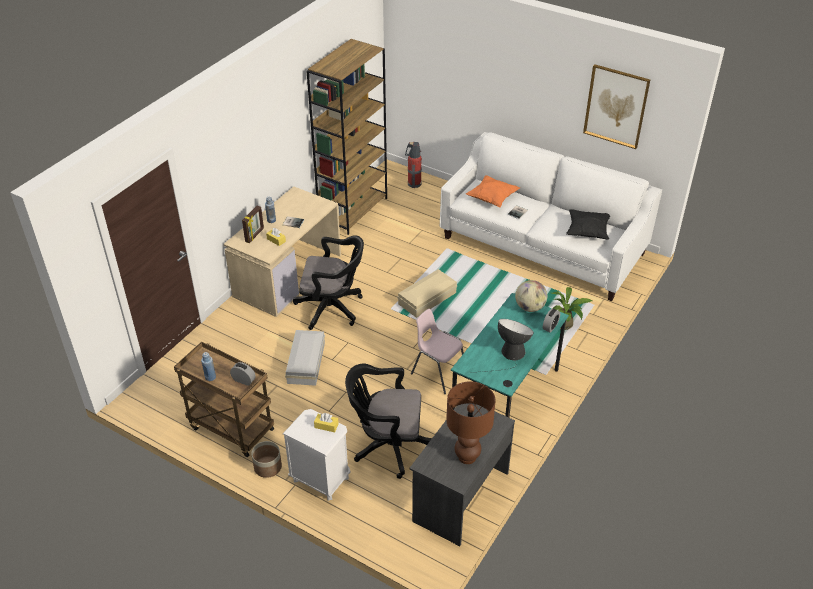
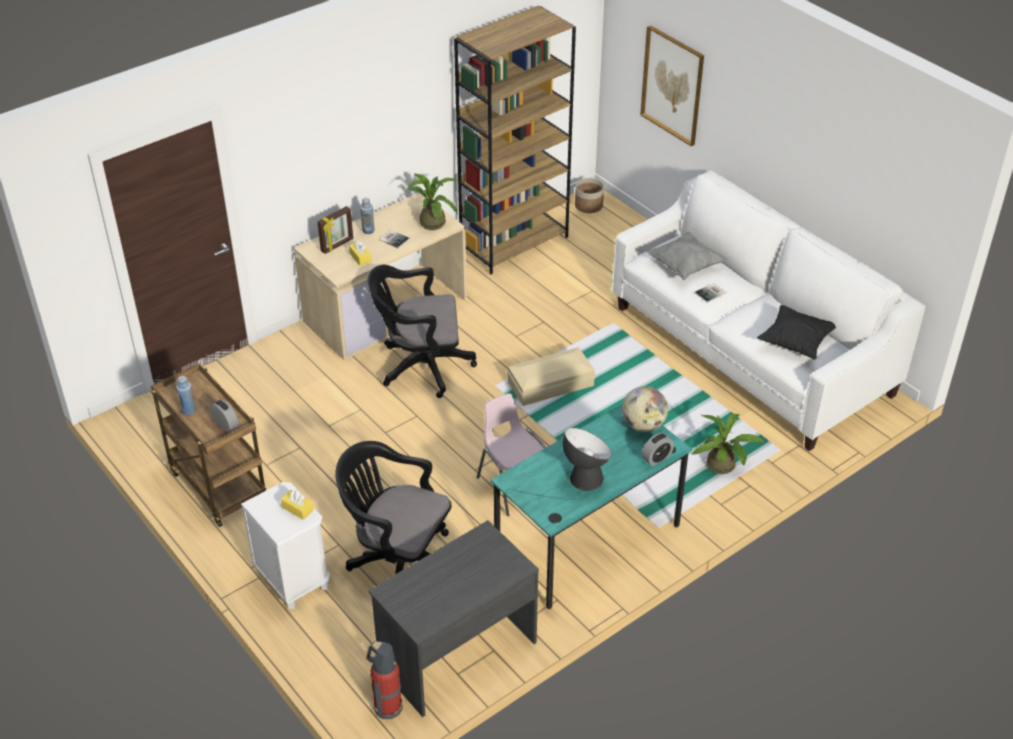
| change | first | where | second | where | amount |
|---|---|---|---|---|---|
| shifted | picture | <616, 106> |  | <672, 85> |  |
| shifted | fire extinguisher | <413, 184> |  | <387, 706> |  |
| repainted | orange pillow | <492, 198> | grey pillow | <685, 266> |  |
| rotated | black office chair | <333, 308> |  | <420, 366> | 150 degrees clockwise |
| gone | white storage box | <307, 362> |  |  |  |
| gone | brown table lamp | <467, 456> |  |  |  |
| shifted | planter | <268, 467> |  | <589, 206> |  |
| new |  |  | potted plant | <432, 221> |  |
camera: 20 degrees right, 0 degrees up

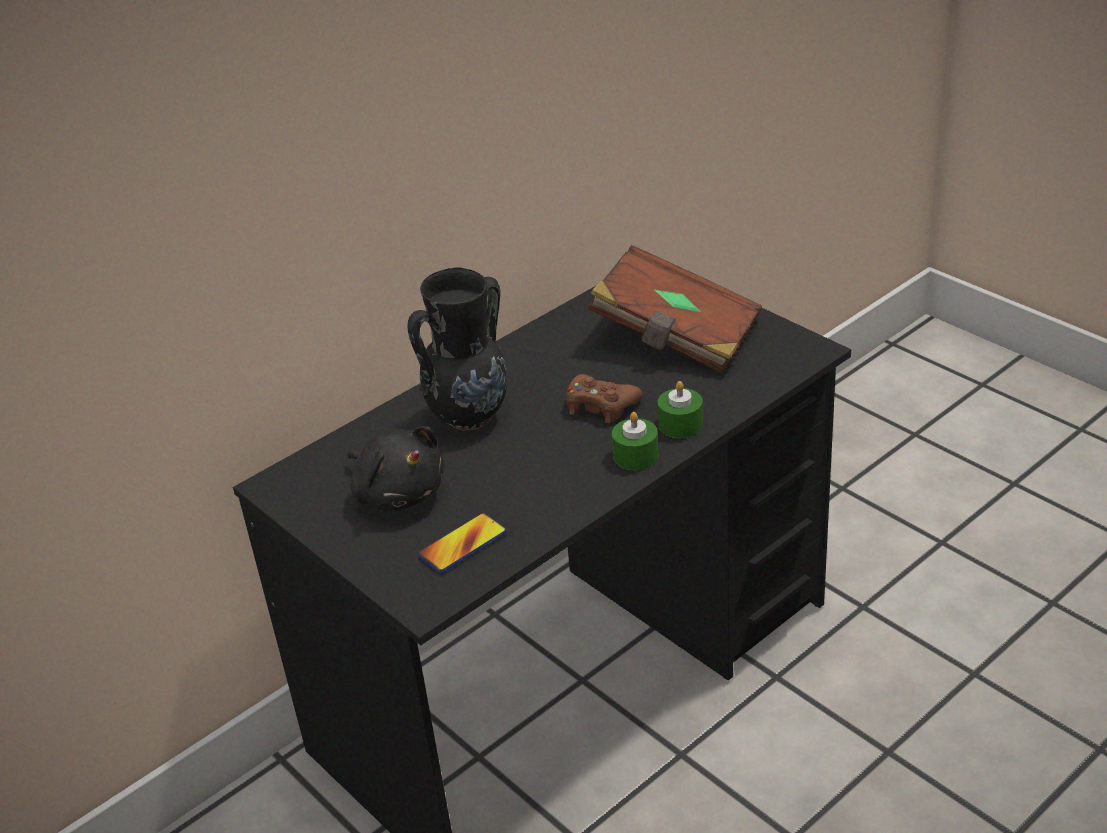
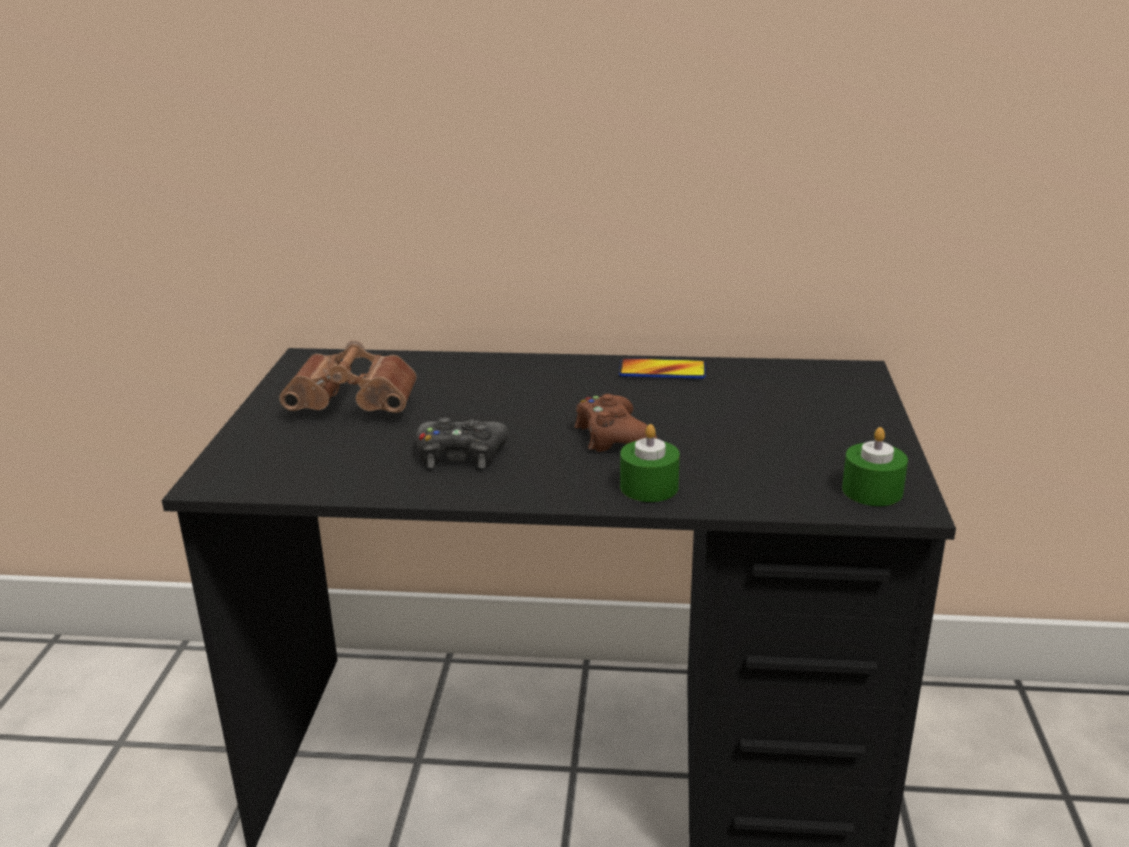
| change | first | where | second | where | amount |
|---|---|---|---|---|---|
| gone | brown book | <675, 336> |  |  |  |
| gone | black vase | <470, 417> |  |  |  |
| shifted | green candle | <635, 455> |  | <872, 490> |  |
| swapped | black plush toy | <398, 492> | brown binoculars | <357, 406> |  |
| shifted | phone | <462, 544> |  | <662, 371> |  |
| new |  |  | black game controller | <460, 454> |  |
camera: 45 degrees right, 10 degrees down

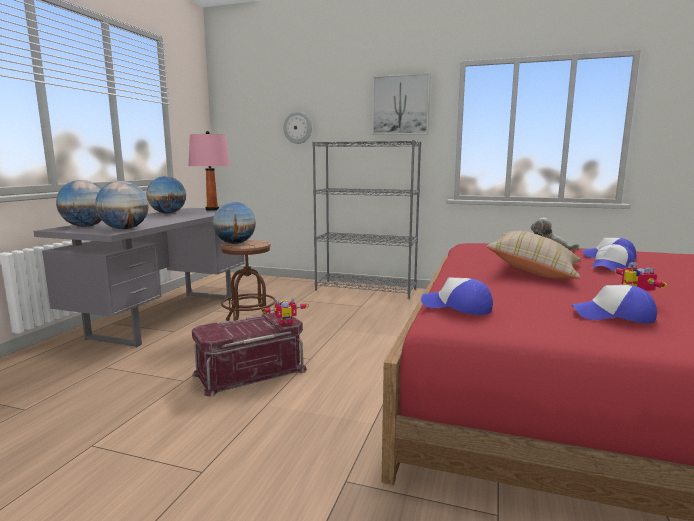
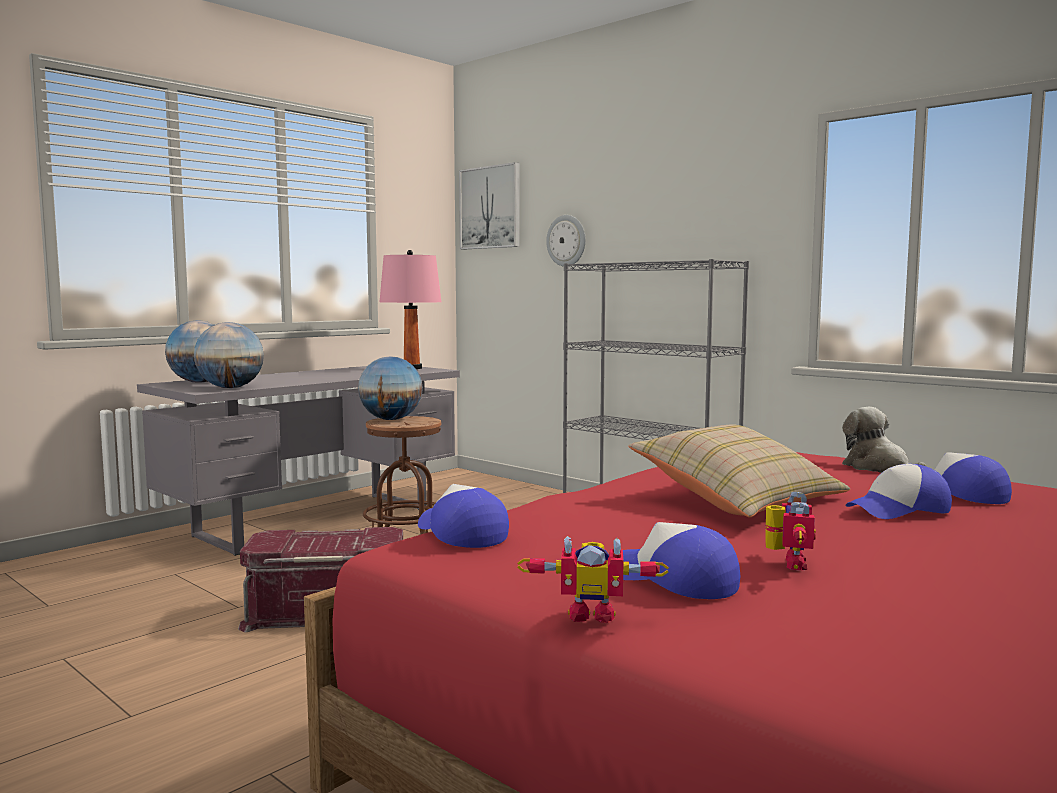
| change | first | where | second | where | amount |
|---|---|---|---|---|---|
| shifted | picture | <400, 105> |  | <490, 207> |  |
| gone | globe | <167, 213> |  |  |  |
| shifted | toy robot | <285, 323> |  | <591, 614> |  |
camera: 25 degrees right, 5 degrees down

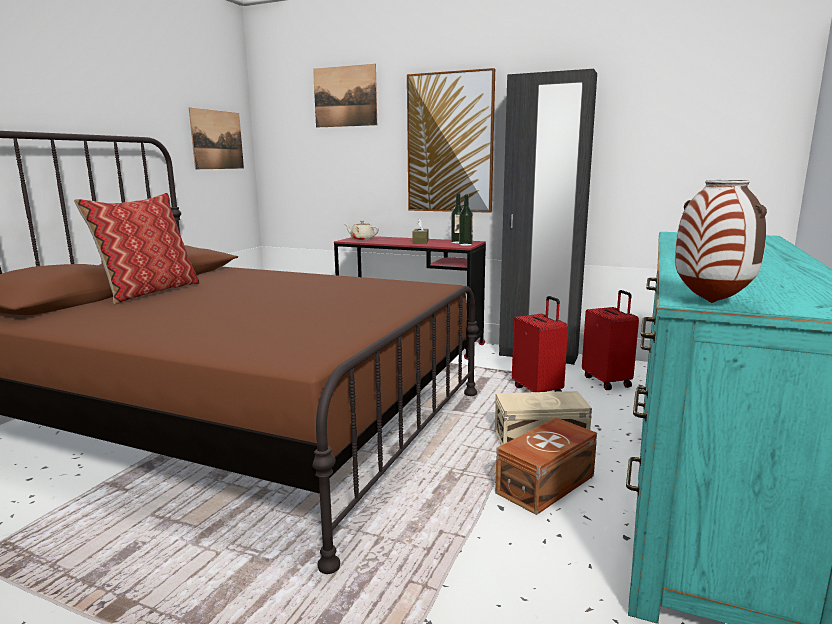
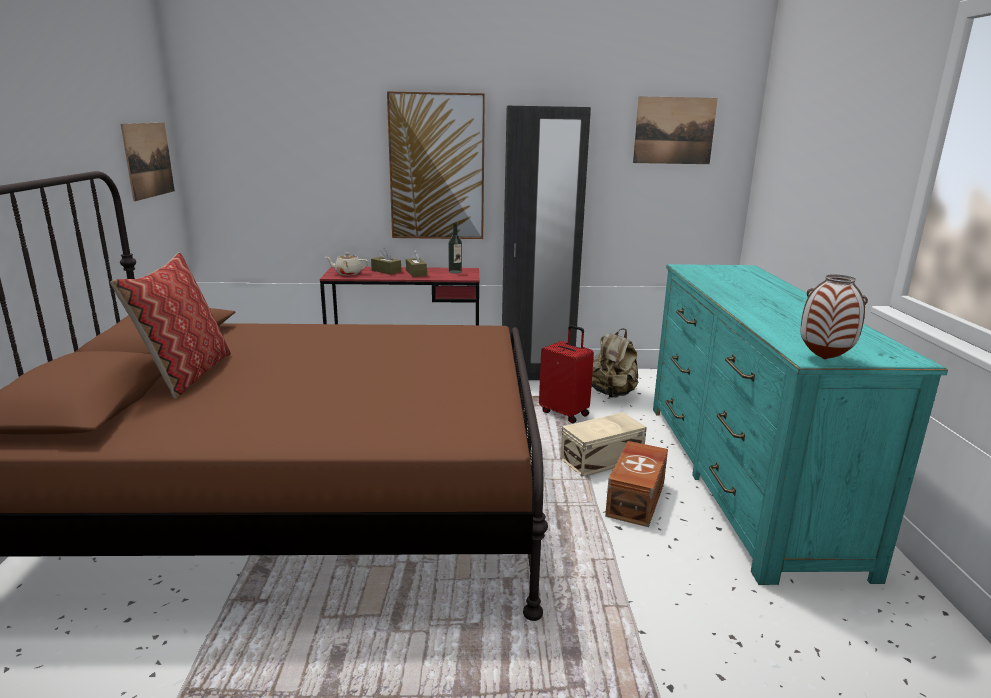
| change | first | where | second | where | amount |
|---|---|---|---|---|---|
| shifted | picture | <345, 96> |  | <674, 130> |  |
| gone | bottle | <465, 244> |  |  |  |
| swapped | red suitcase | <607, 381> | beige backpack | <612, 393> |  |
| new |  |  | brown tissue box | <386, 271> |  |
camera: 25 degrees left, 5 degrees up

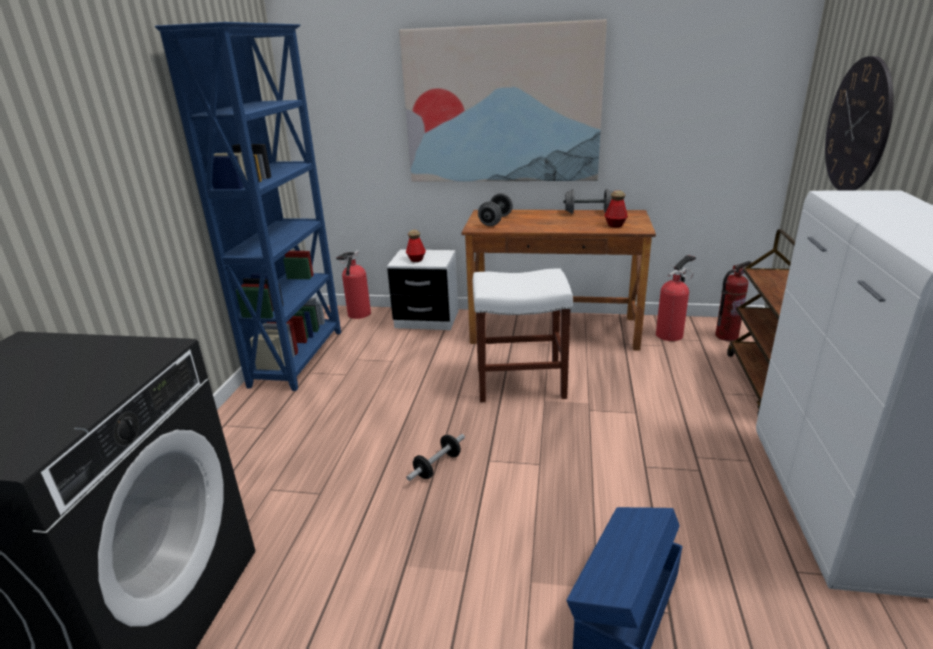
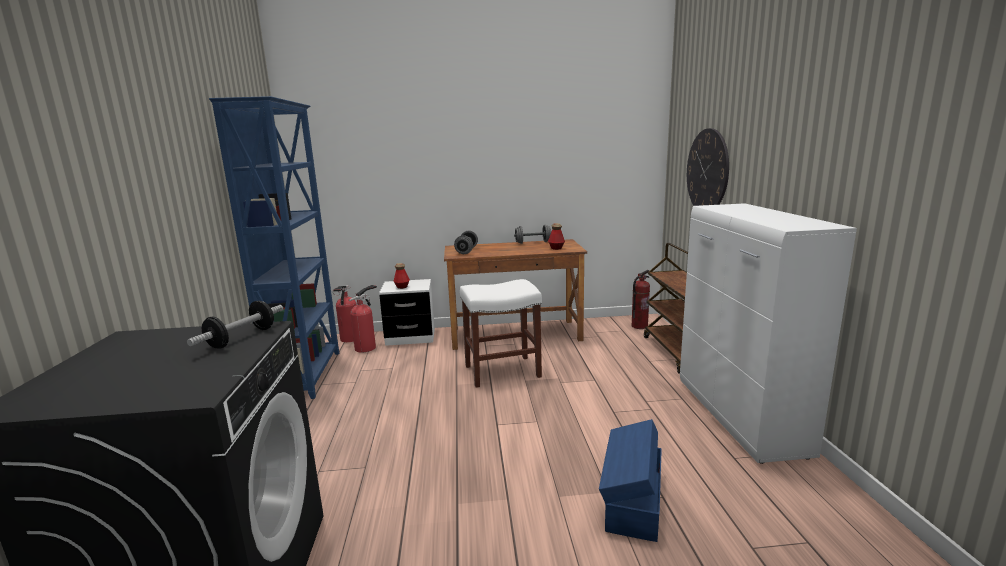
| change | first | where | second | where | amount |
|---|---|---|---|---|---|
| gone | picture | <501, 106> |  |  |  |
| shifted | fire extinguisher | <671, 334> |  | <367, 347> |  |
| shifted | dumbbell | <437, 466> |  | <242, 338> |  |
camera: 15 degrees left, 10 degrees down

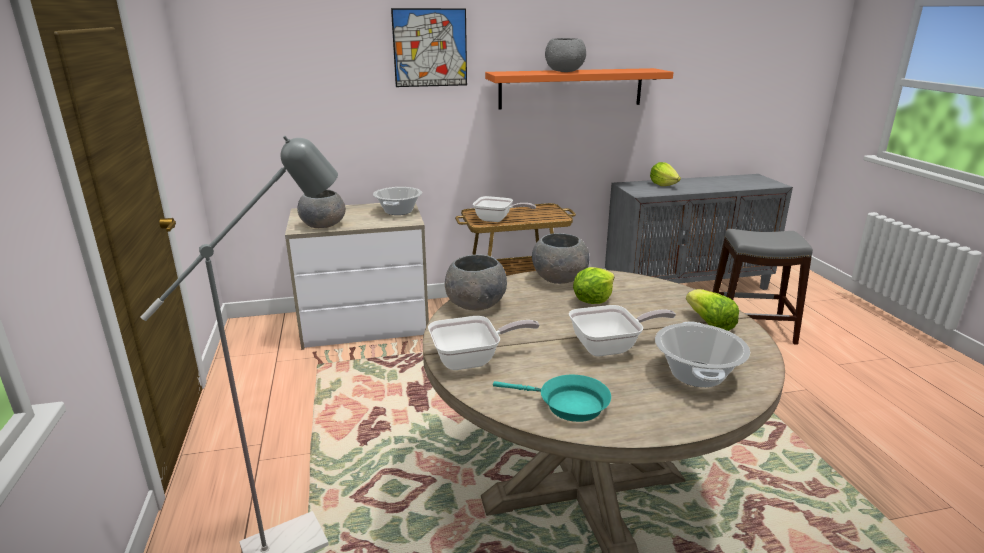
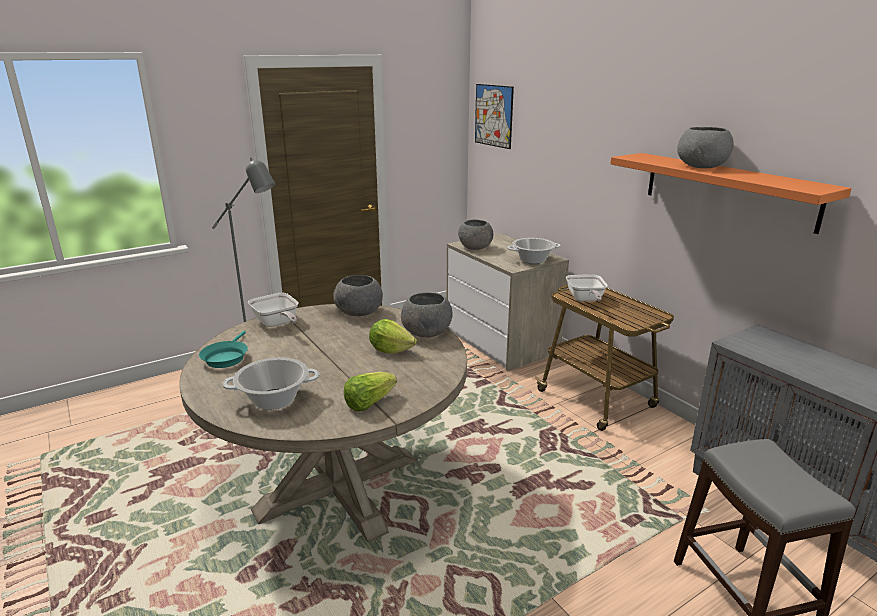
| change | first | where | second | where | amount |
|---|---|---|---|---|---|
| shifted | picture | <430, 48> |  | <493, 115> |  |
| gone | lettuce | <663, 185> |  |  |  |
| gone | frying pan | <611, 347> |  |  |  |
camera: 70 degrees right, 0 degrees up

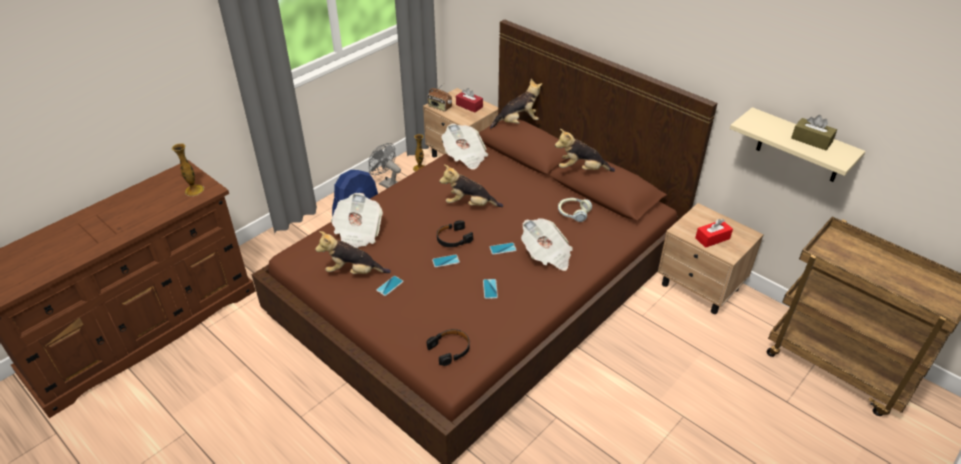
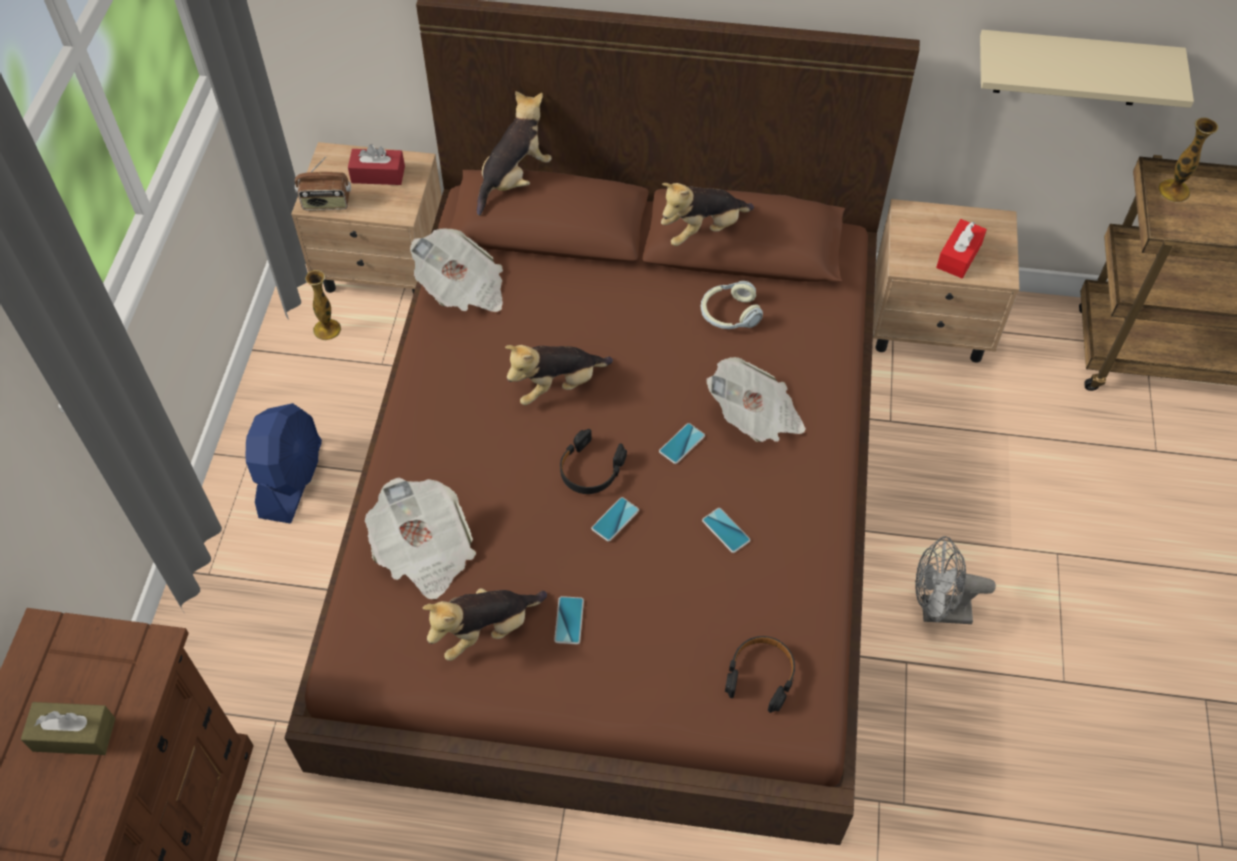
| change | first | where | second | where | amount |
|---|---|---|---|---|---|
| shifted | brown tissue box | <811, 140> |  | <74, 734> |  |
| shifted | vase | <194, 190> |  | <1173, 191> |  |
| shifted | grey fan | <387, 184> |  | <937, 611> |  |
camera: 35 degrees left, 15 degrees up

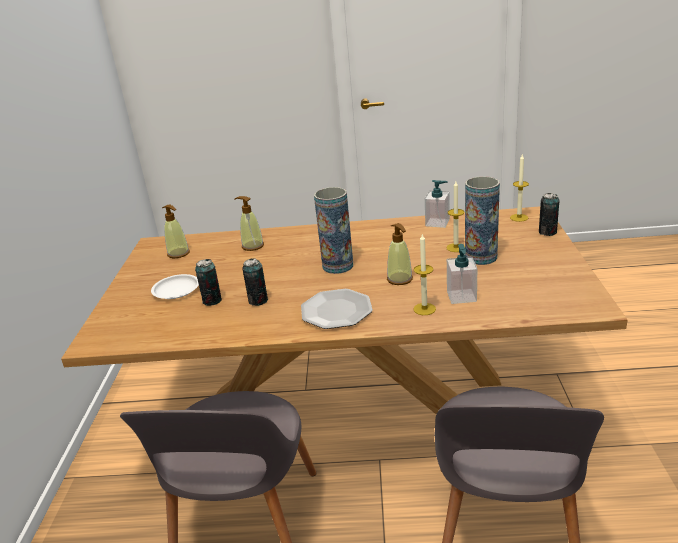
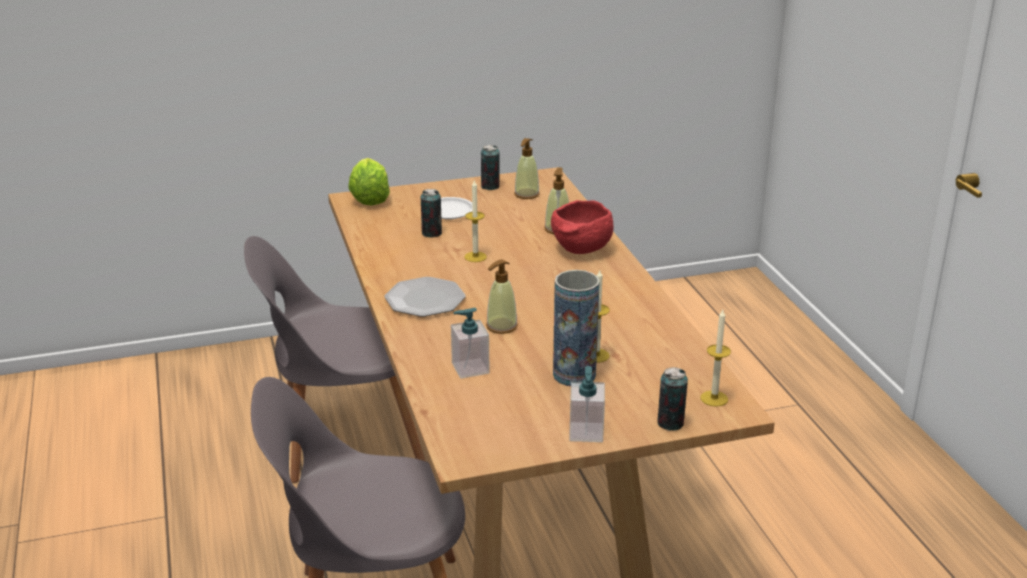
| change | first | where | second | where | amount |
|---|---|---|---|---|---|
| shifted | soap dispenser | <437, 223> |  | <586, 432> |  |
| gone | vase | <338, 266> |  |  |  |
| shifted | candle | <424, 309> |  | <475, 257> |  |
| shifted | can | <258, 301> |  | <490, 186> |  |
| new |  |  | lettuce | <369, 198> |  |
| new |  |  | red bowl | <581, 250> |  |
camera: 70 degrees right, 0 degrees up

